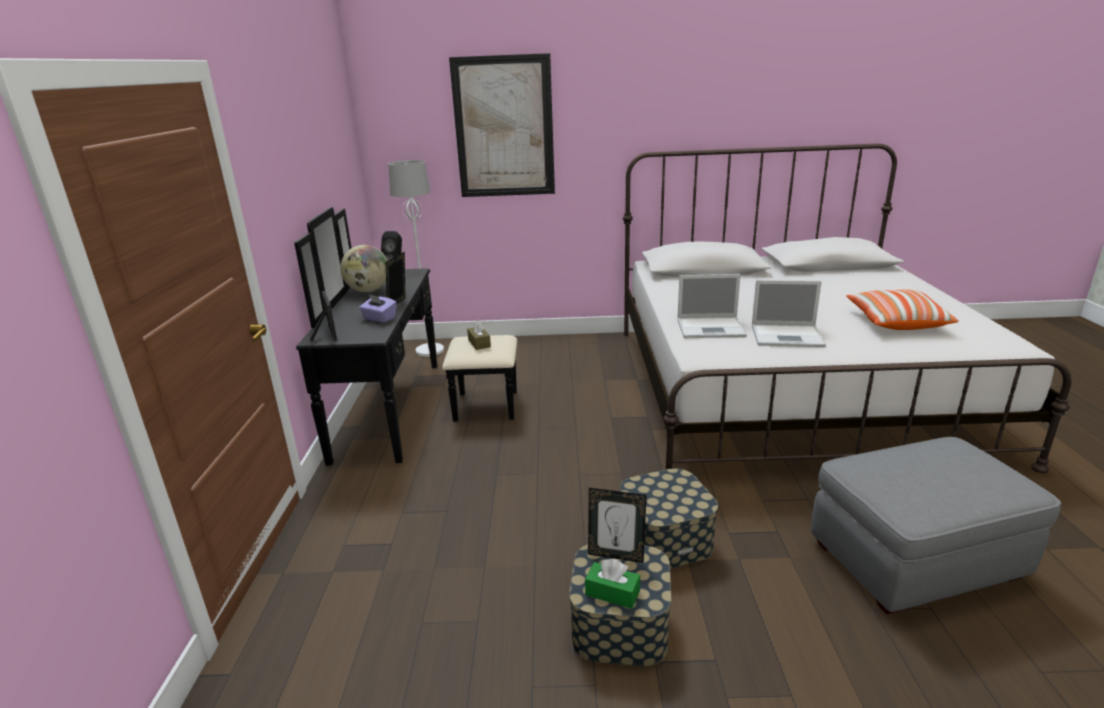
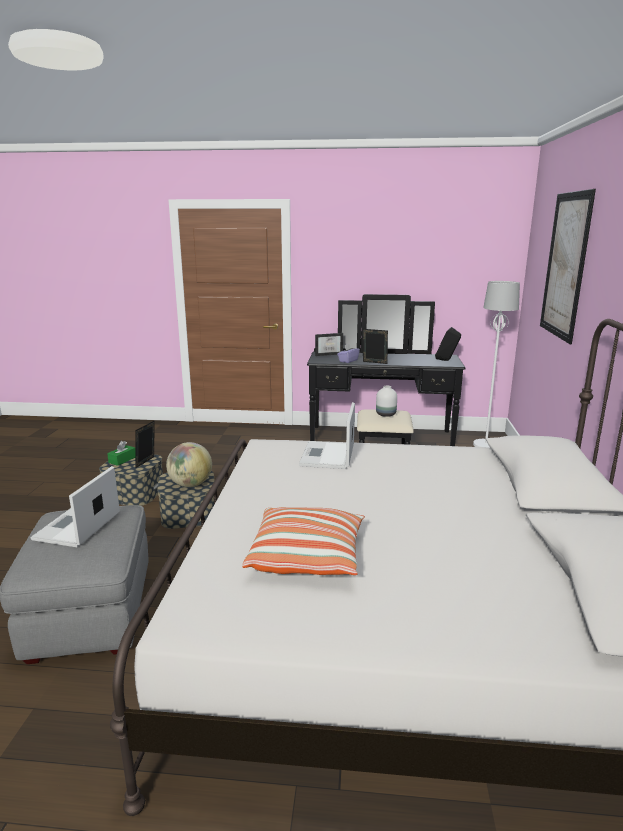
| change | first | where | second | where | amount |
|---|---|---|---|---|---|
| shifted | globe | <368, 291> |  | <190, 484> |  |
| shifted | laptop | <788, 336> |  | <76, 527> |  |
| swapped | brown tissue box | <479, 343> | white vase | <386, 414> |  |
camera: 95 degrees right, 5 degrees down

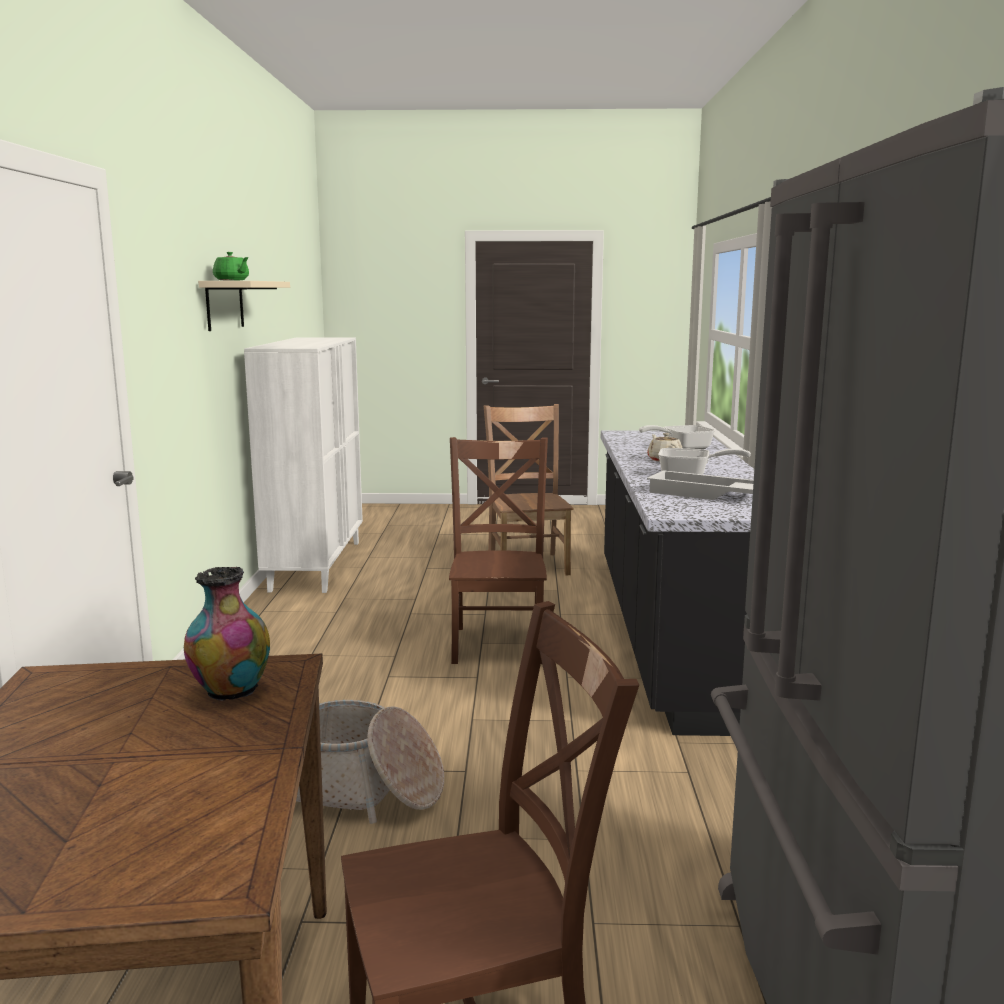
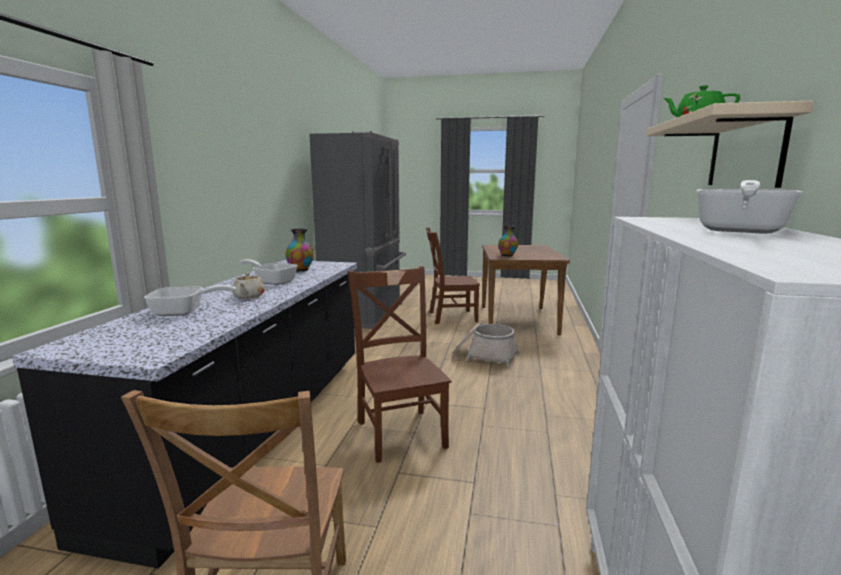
| change | first | where | second | where | amount |
|---|---|---|---|---|---|
| rotated | brown chair | <499, 642> |  | <400, 431> | 150 degrees clockwise |
| swapped | white tray | <704, 494> | vase | <300, 270> |  |
| new |  |  | frying pan | <738, 231> |  |
camera: 170 degrees left, 0 degrees up

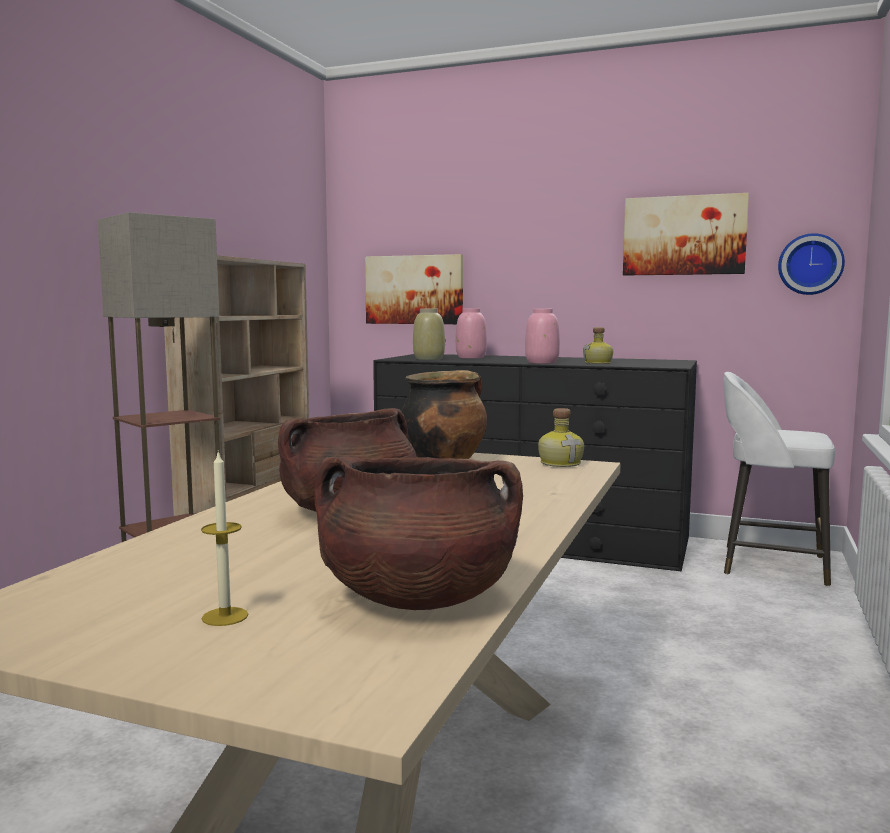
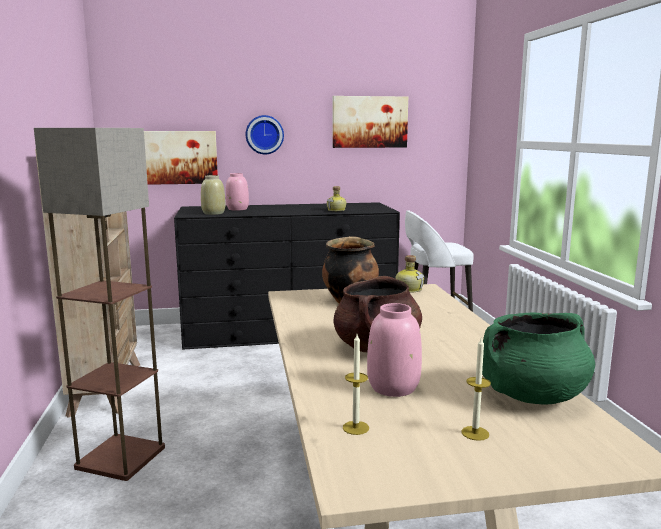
| change | first | where | second | where | amount |
|---|---|---|---|---|---|
| shifted | wall clock | <810, 264> |  | <264, 134> |  |
| shifted | pink vase | <541, 362> |  | <393, 388> |  |
| repainted | brown cooking pot | <417, 598> | green cooking pot | <531, 395> |  |
| new |  |  | candle | <355, 428> |  |
camera: 30 degrees left, 5 degrees up

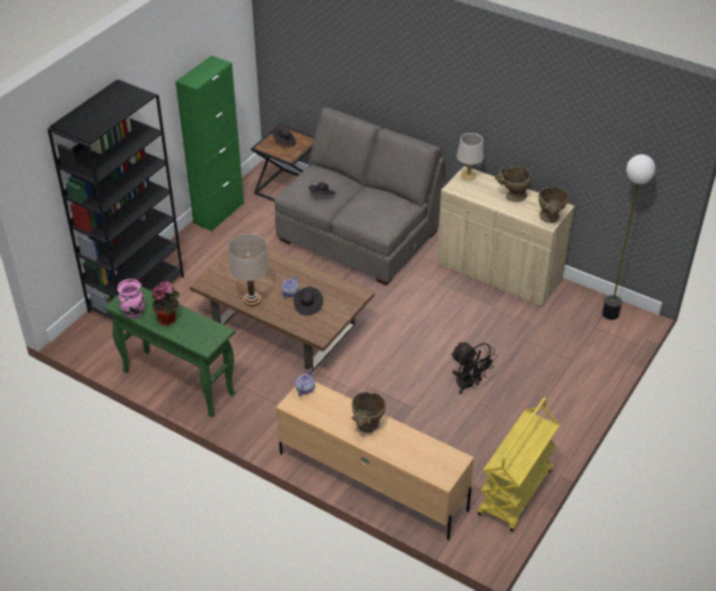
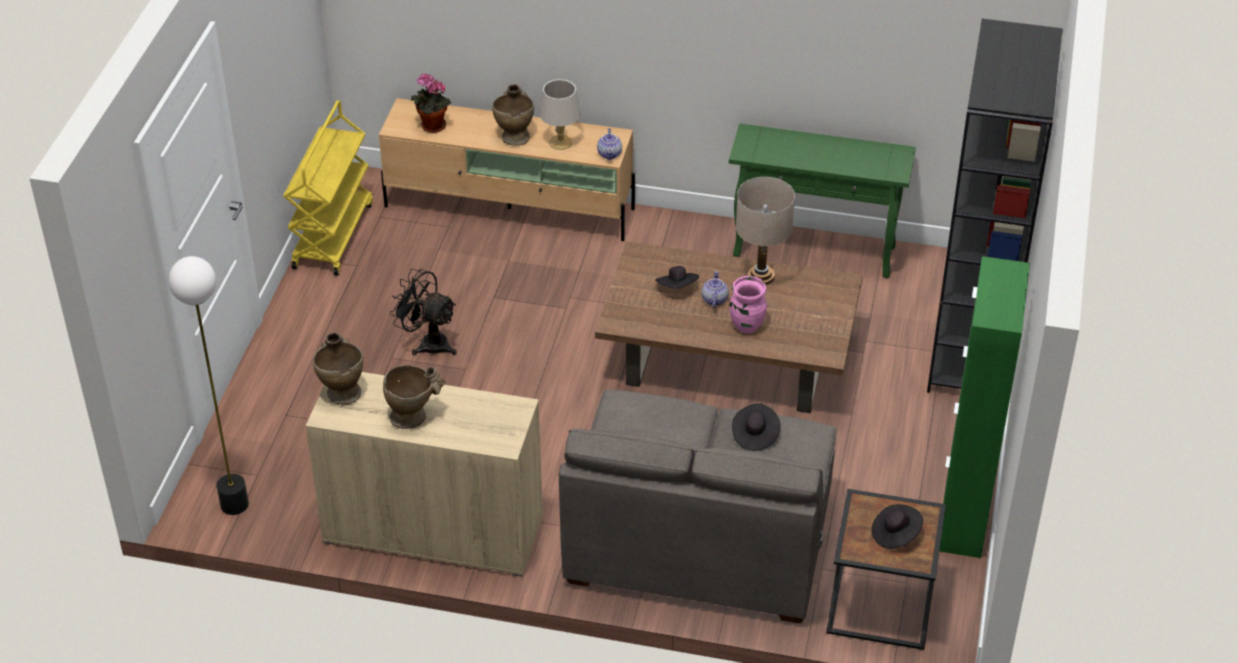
| change | first | where | second | where | amount |
|---|---|---|---|---|---|
| shifted | grey table lamp | <468, 175> |  | <561, 142> |  |
| shifted | pink vase | <134, 314> |  | <746, 326> |  |
| shifted | potted plant | <168, 319> |  | <431, 127> |  |
camera: 160 degrees right, 0 degrees up

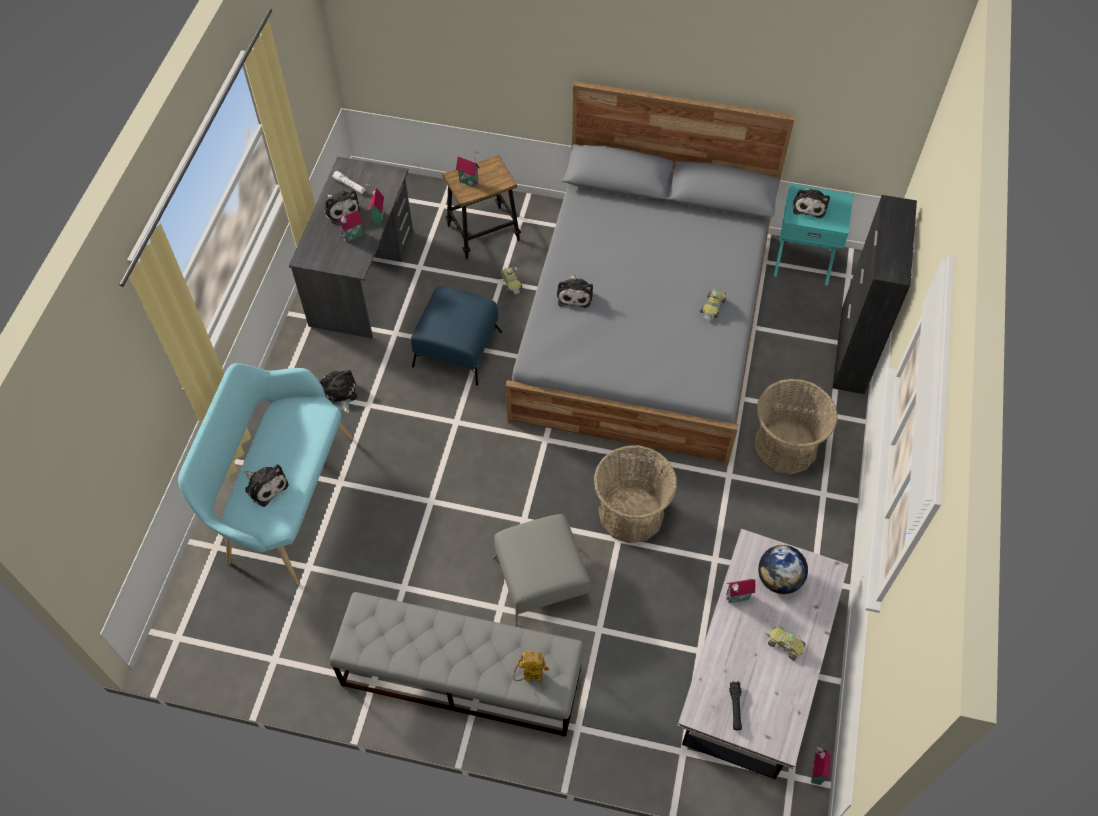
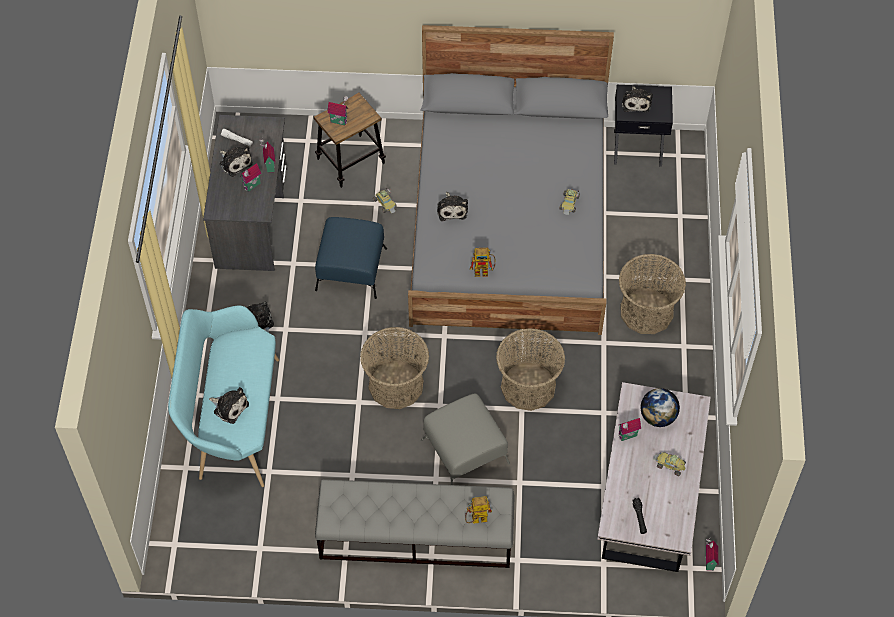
| change | first | where | second | where | amount |
|---|---|---|---|---|---|
| repainted | turquoise nightstand | <803, 260> | black nightstand | <637, 147> |  |
| gone | black cabinet | <852, 351> |  |  |  |
| new |  |  | toy robot | <484, 271> |  |
| new |  |  | basket | <396, 385> |  |
camera: 10 degrees left, 0 degrees up

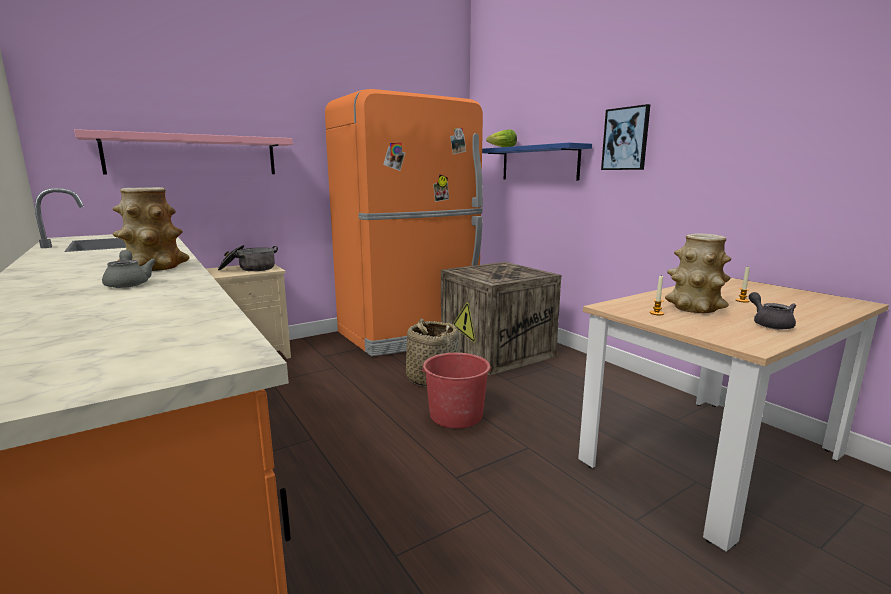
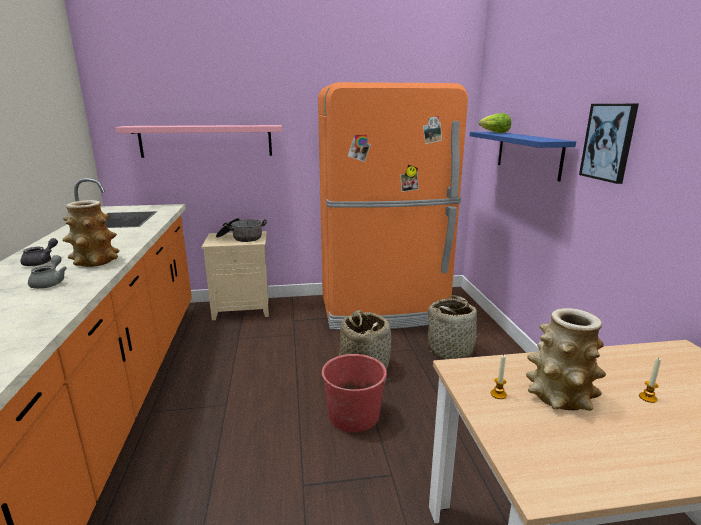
| change | first | where | second | where | amount |
|---|---|---|---|---|---|
| swapped | crate | <499, 352> | basket | <451, 350> |  |
| shifted | grey teapot | <769, 324> |  | <41, 262> |  |
camera: 25 degrees right, 5 degrees up

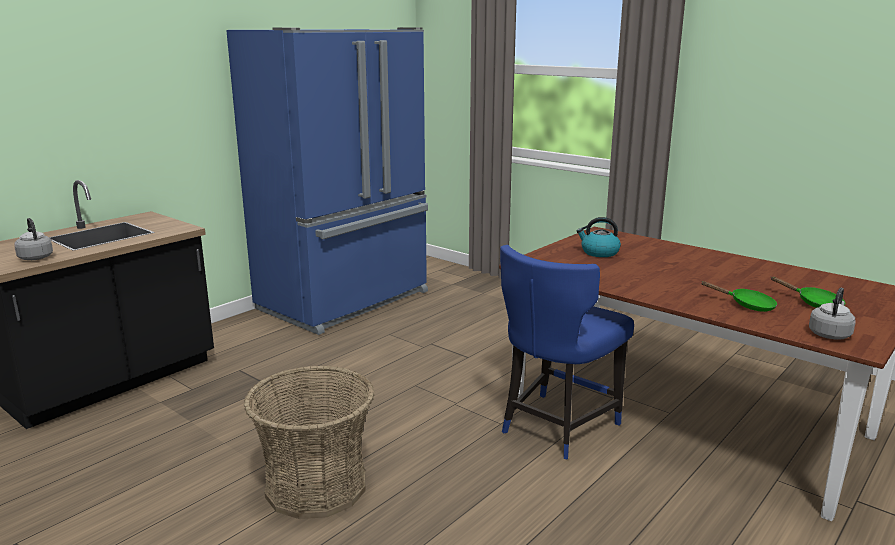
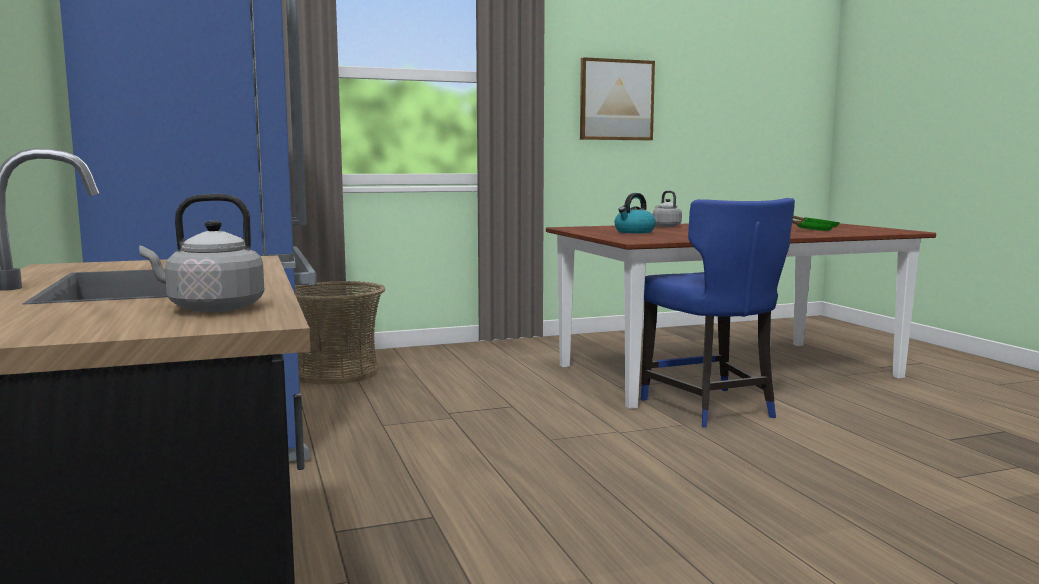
| change | first | where | second | where | amount |
|---|---|---|---|---|---|
| shifted | grey kettle | <830, 334> |  | <665, 226> |  |
| shifted | basket | <316, 486> |  | <336, 373> |  |
| new |  |  | picture | <616, 100> |  |
camera: 60 degrees left, 10 degrees down

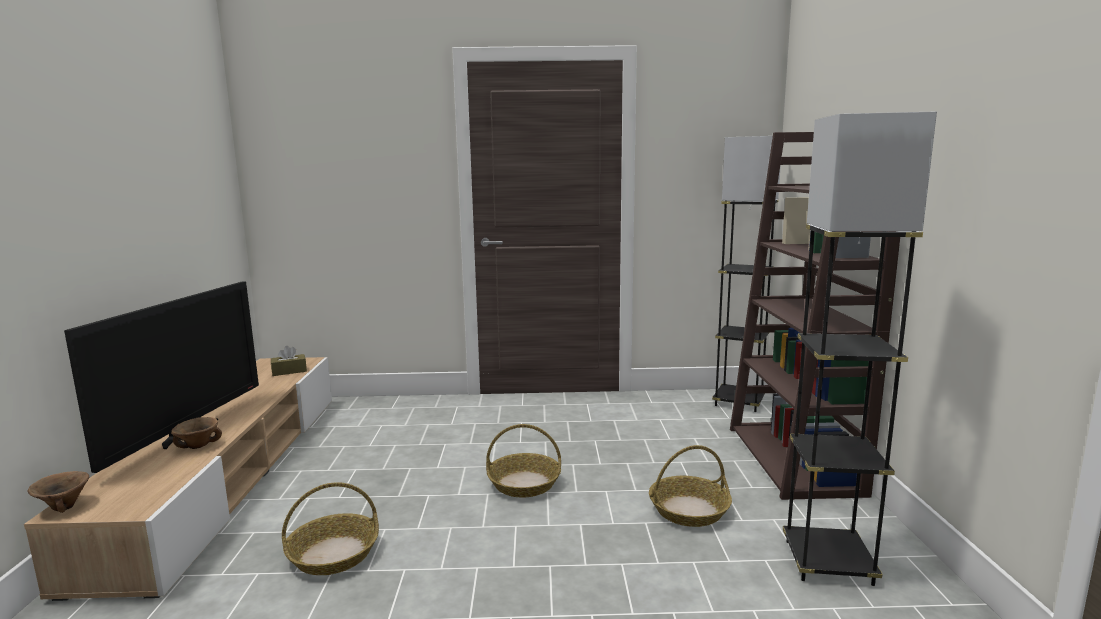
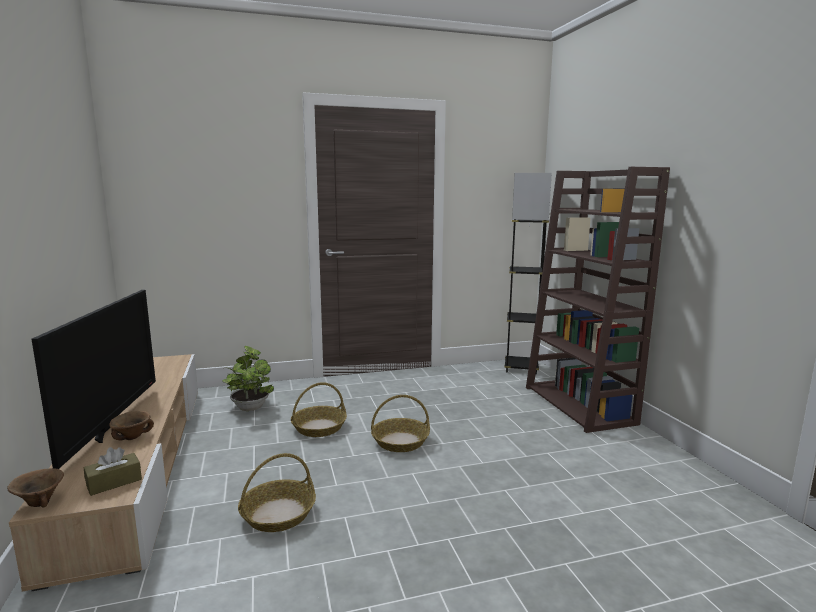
| change | first | where | second | where | amount |
|---|---|---|---|---|---|
| gone | grey floor lamp | <828, 562> |  |  |  |
| shifted | brown tissue box | <289, 371> |  | <114, 482> |  |
| shifted | basket | <689, 510> |  | <319, 427> |  |
| new |  |  | potted plant | <250, 406> |  |
camera: 15 degrees left, 0 degrees up

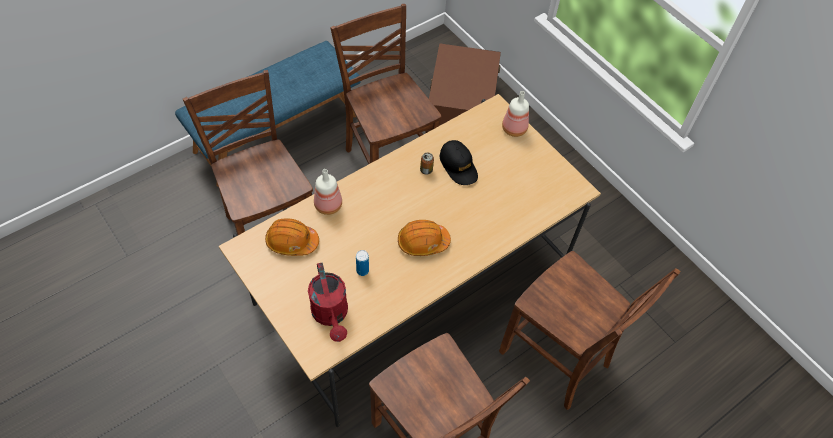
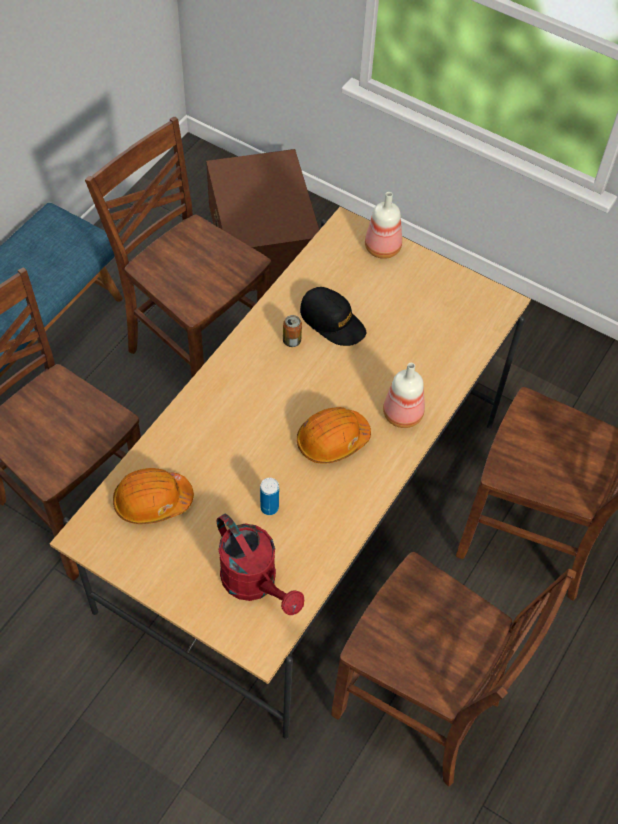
| change | first | where | second | where | amount |
|---|---|---|---|---|---|
| shifted | bottle | <328, 204> |  | <402, 413> |  |
camera: 20 degrees left, 0 degrees up

